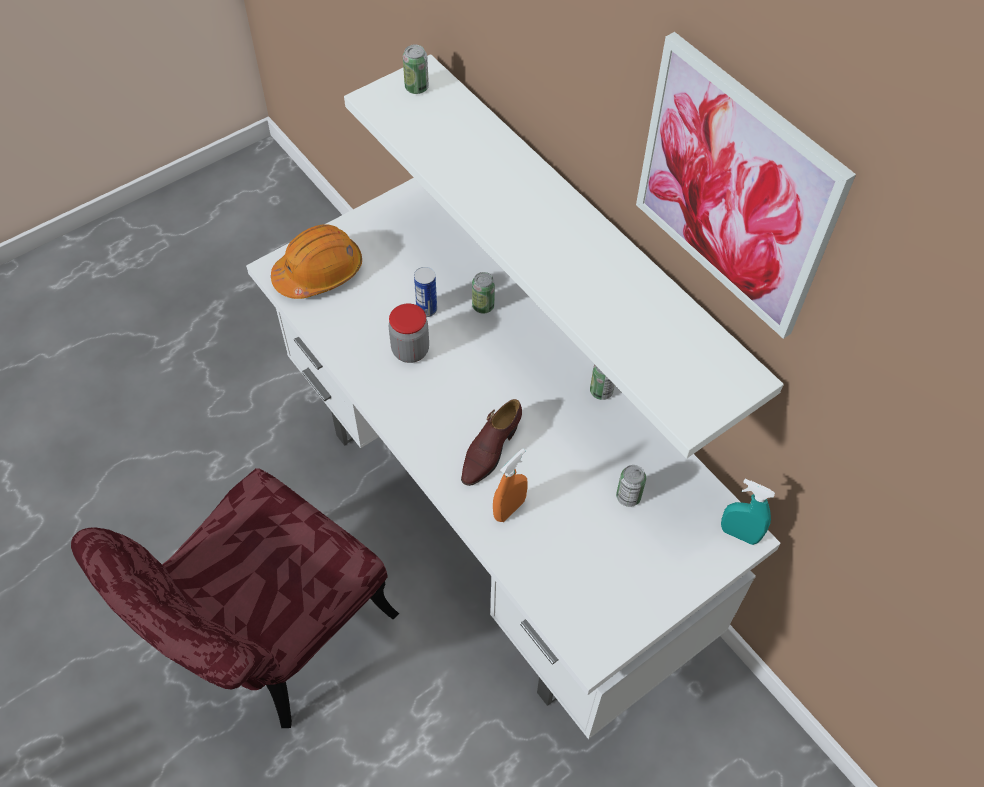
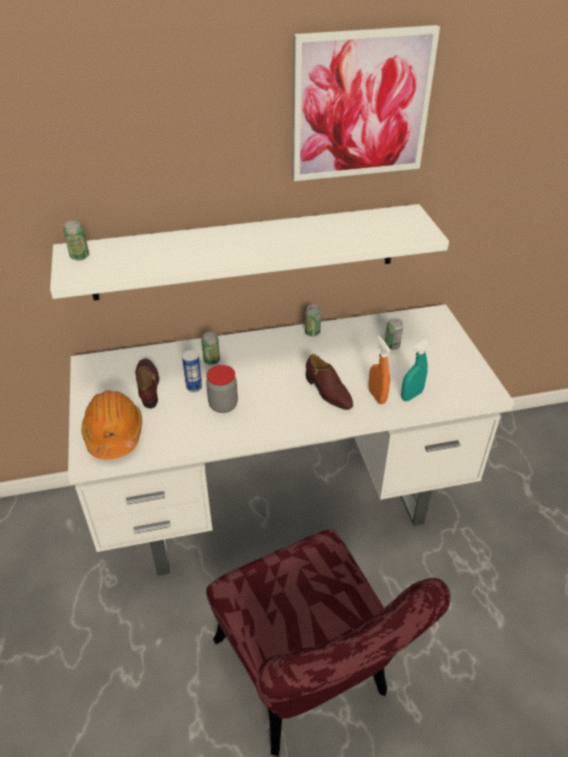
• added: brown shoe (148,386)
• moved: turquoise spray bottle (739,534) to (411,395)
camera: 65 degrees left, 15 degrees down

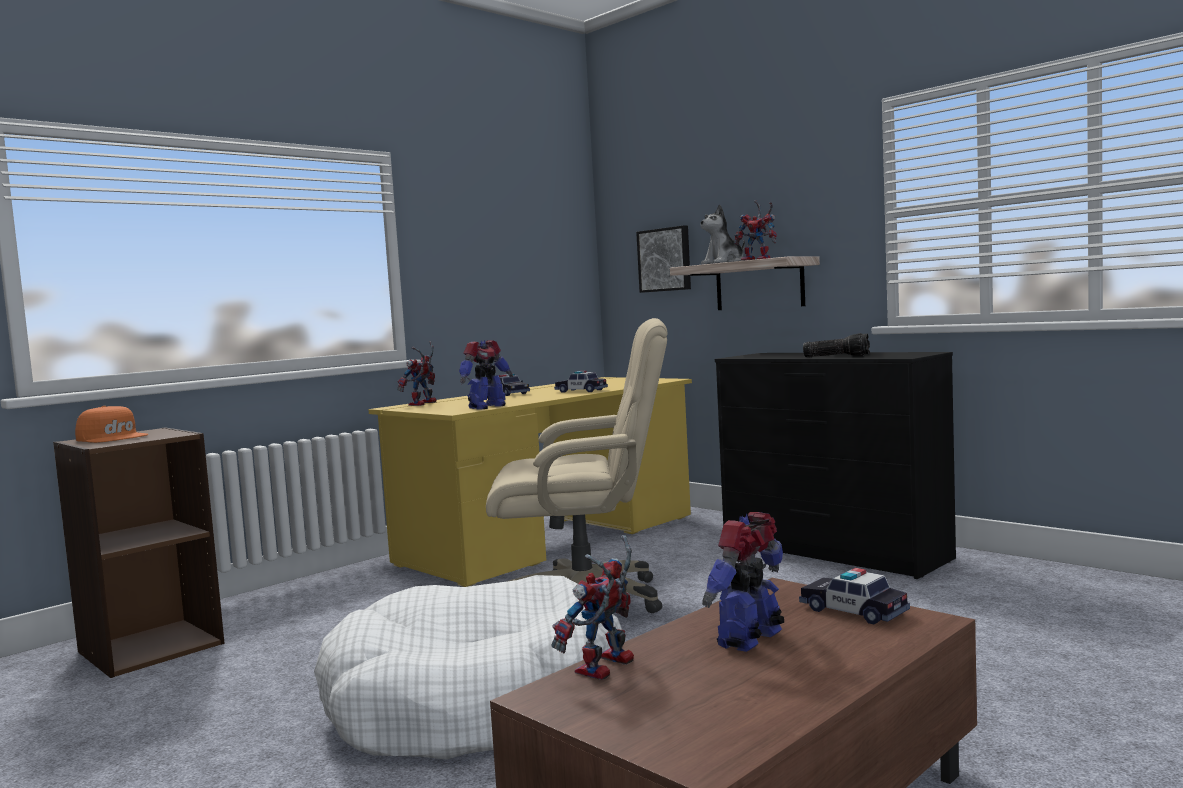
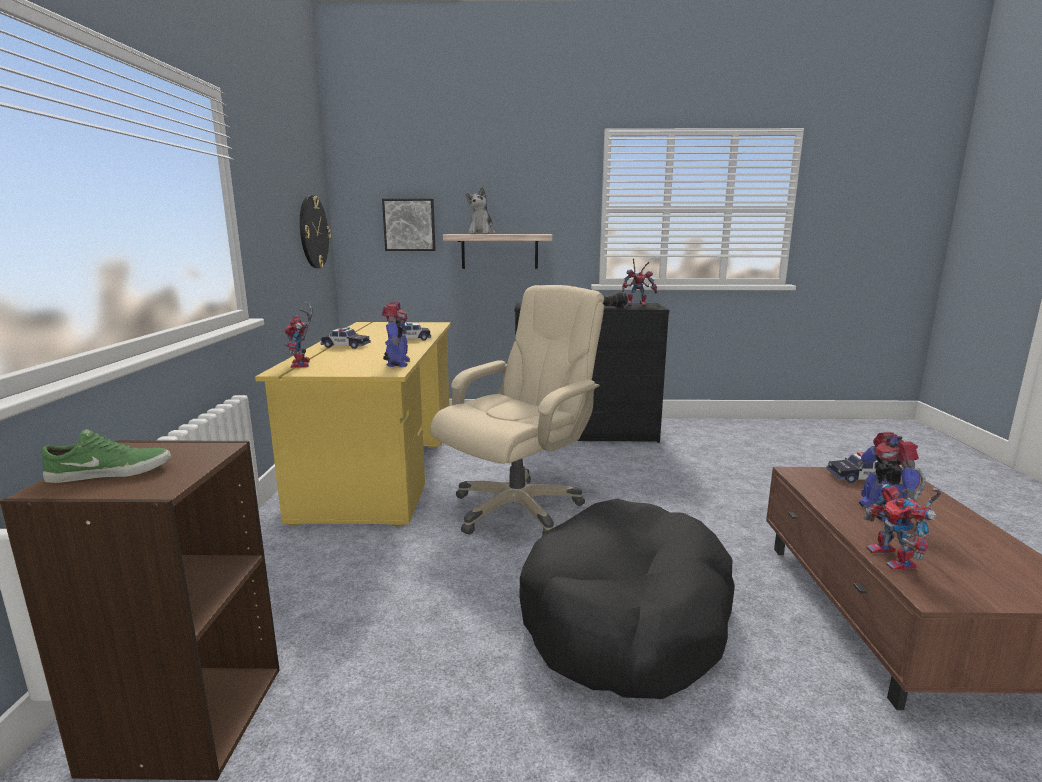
• added: wall clock (313,232)
• moved: toy robot (759,260) to (638,304)
• replaced: orange cap (113,437) to green shoe (111,472)
• recoloured: white dog bed (476,703) to black dog bed (626,618)
camera: 45 degrees left, 10 degrees up

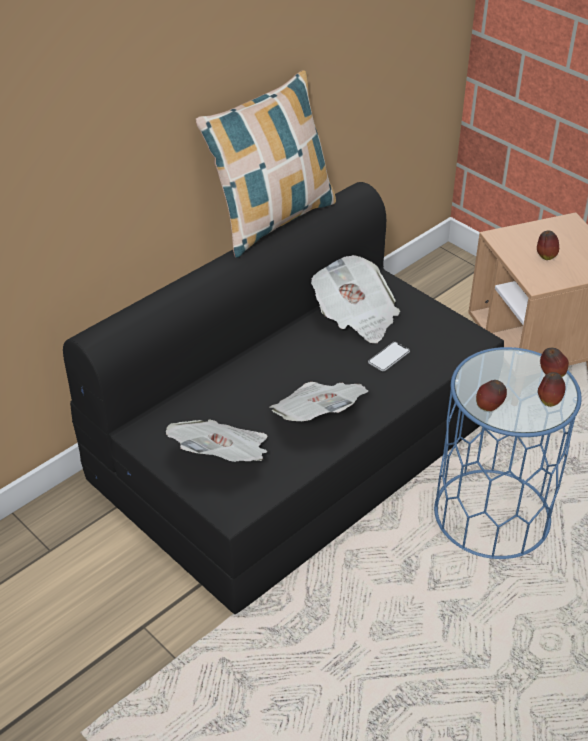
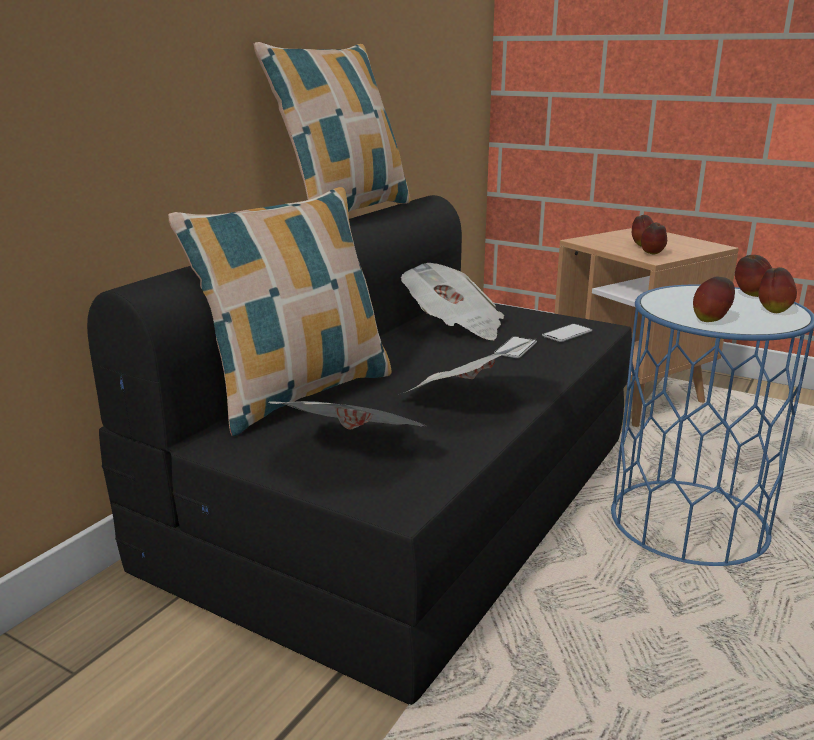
• added: pillow (298,394)
• added: phone (567,334)
• added: apple (652,254)
camera: 15 degrees left, 20 degrees down

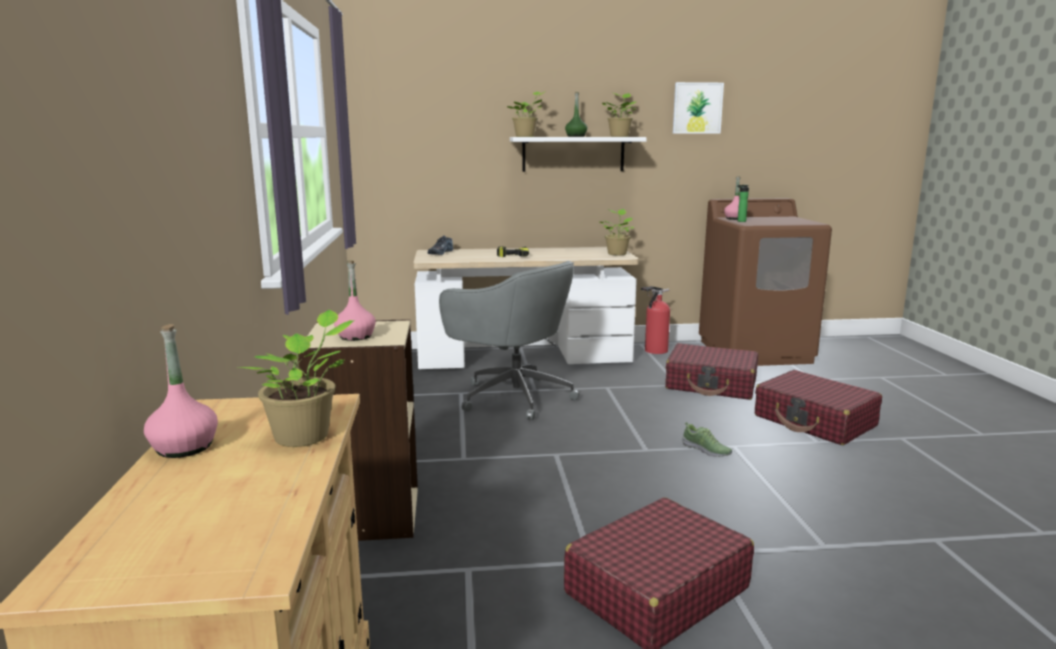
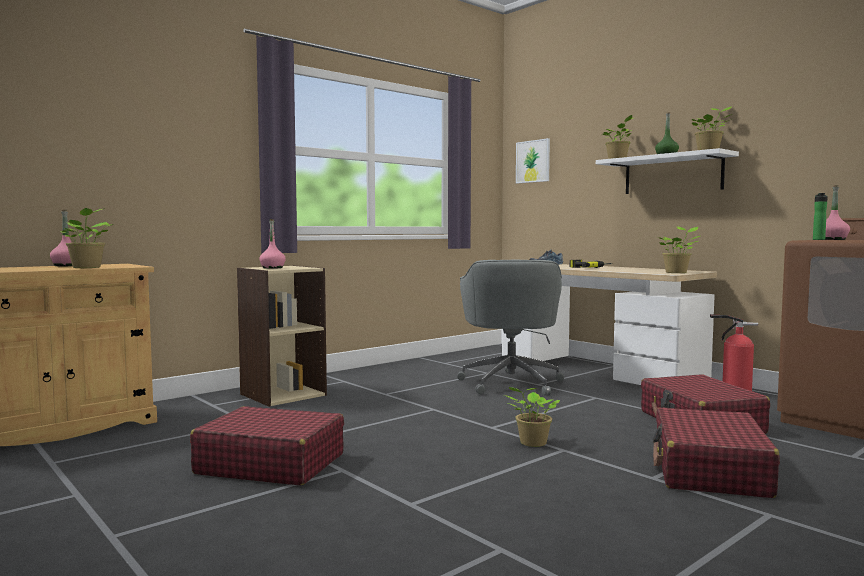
• moved: picture (697,108) to (533,161)
• replaced: shoe (706,450) to potted plant (531,443)
camera: 55 degrees right, 10 degrees down

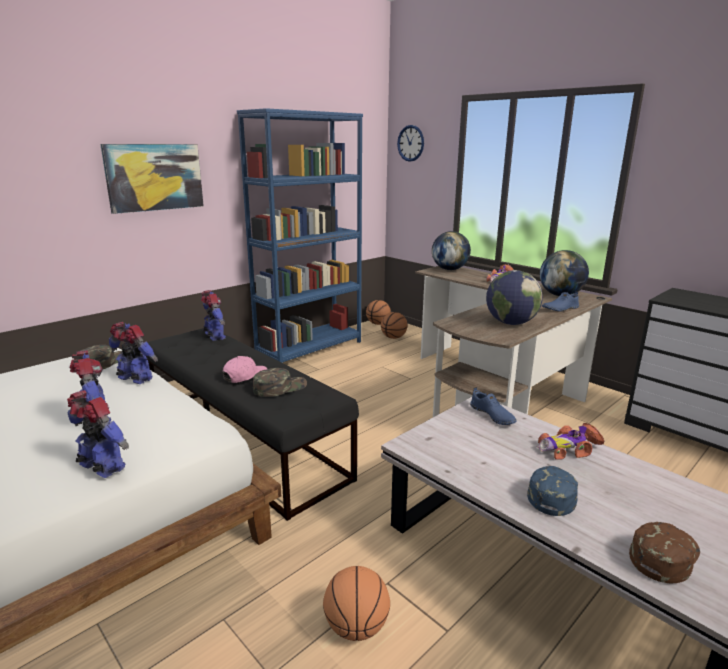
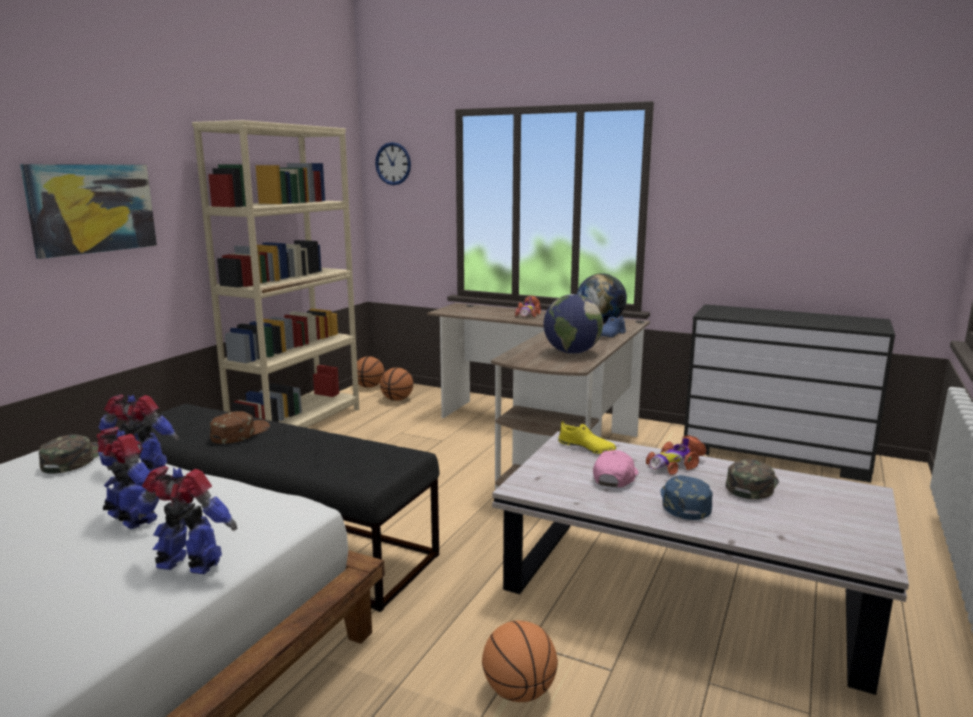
• removed: toy robot (214,336)
• removed: globe (449,269)
• moved: pink cap (245,376) to (615,477)
• moved: green cap (280,387) to (751,485)
• moved: brown cap (663,554) to (239,433)
• recoloured: blue bookcase (310,349) to beige bookcase (297,425)
• recoloured: blue shoe (492,415) to yellow shoe (586,448)
camera: 20 degrees left, 5 degrees down

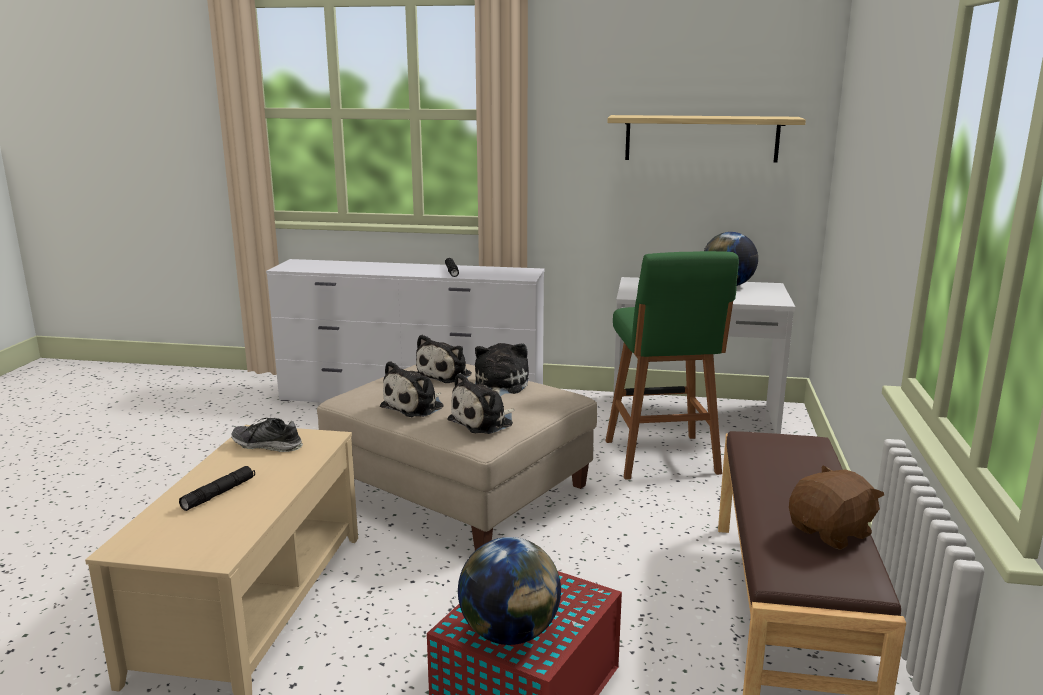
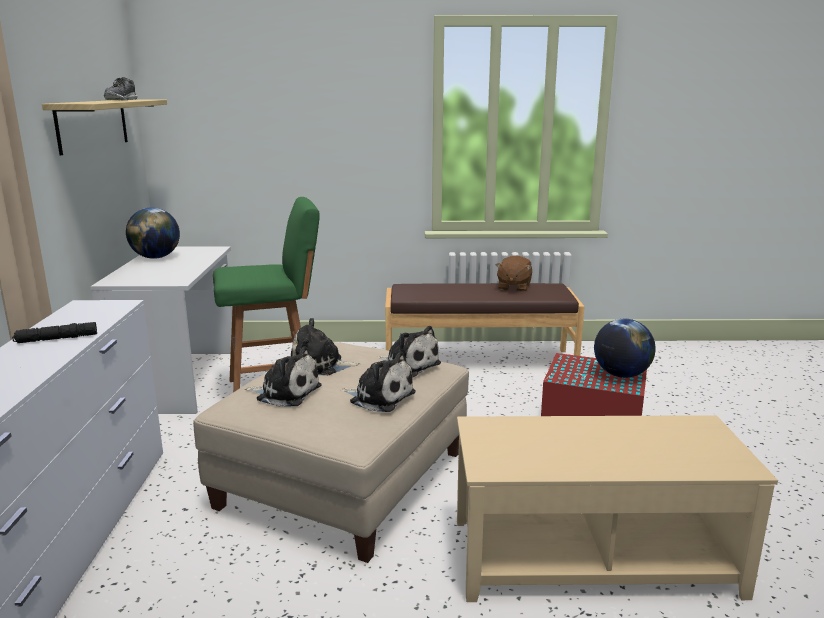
• removed: black flashlight (219,494)
• moved: shoe (267,445) to (121,100)
• turned: brown plush toy (831,532) = (513,287) 120 degrees counterclockwise
camera: 100 degrees left, 0 degrees up

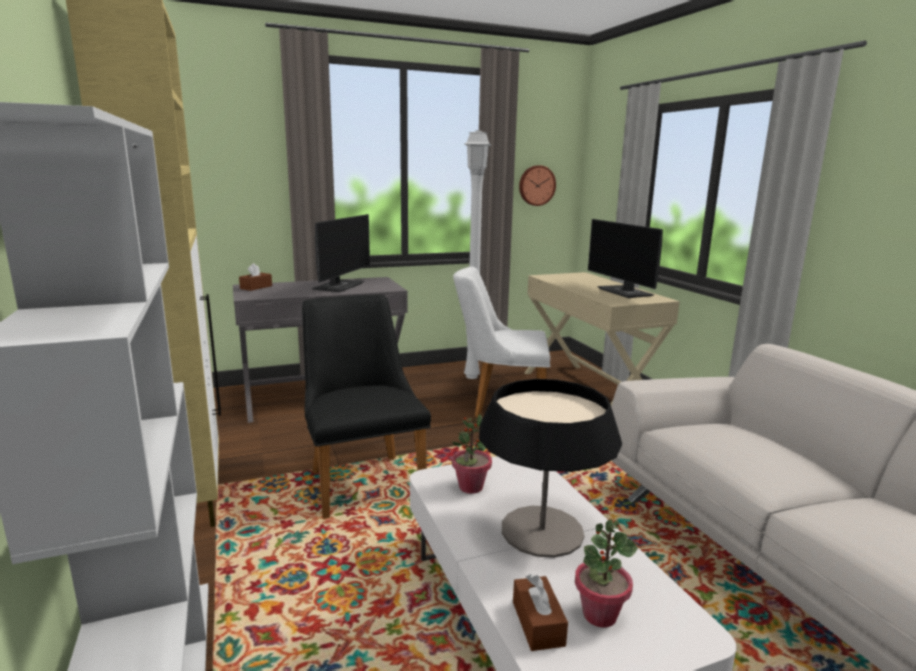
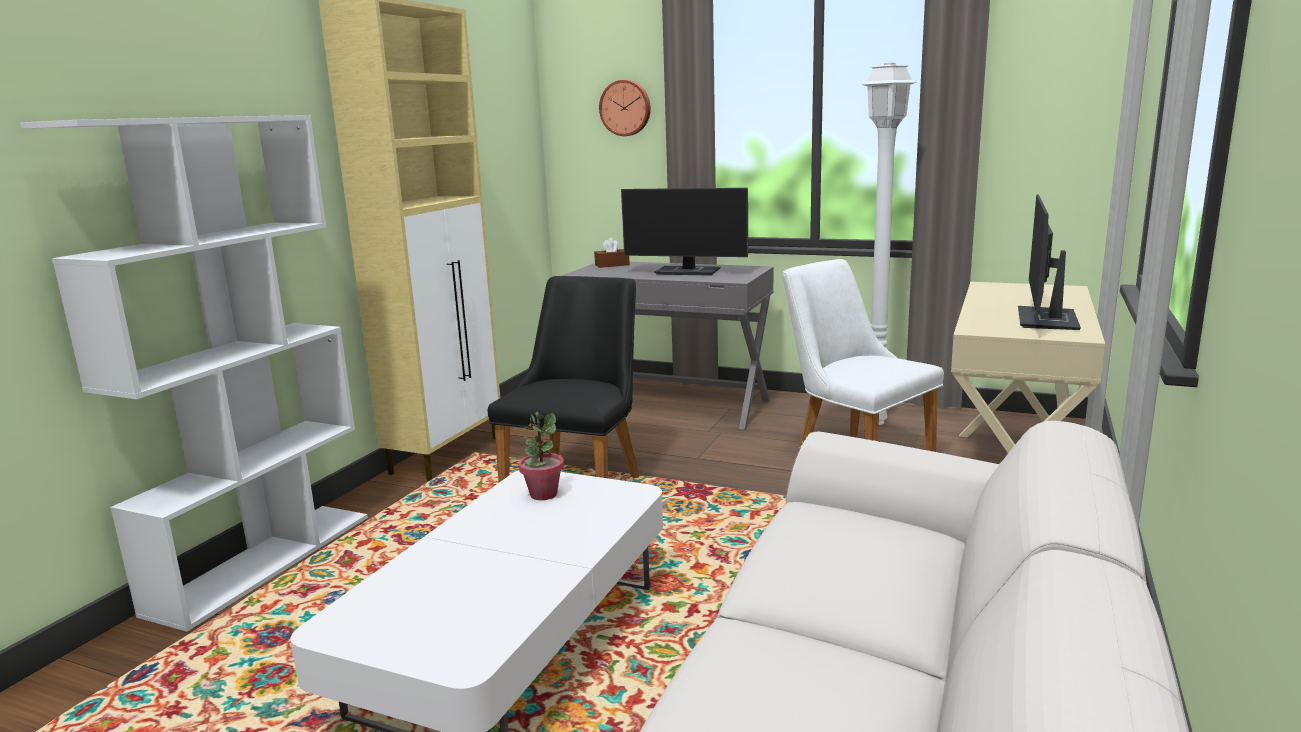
• removed: table lamp (542,531)
• removed: brown tissue box (538,623)
• removed: potted plant (599,614)
• moved: wall clock (536,185) to (626,108)
• turned: monitor (339,286) = (689,271) 45 degrees clockwise
camera: 45 degrees right, 0 degrees up

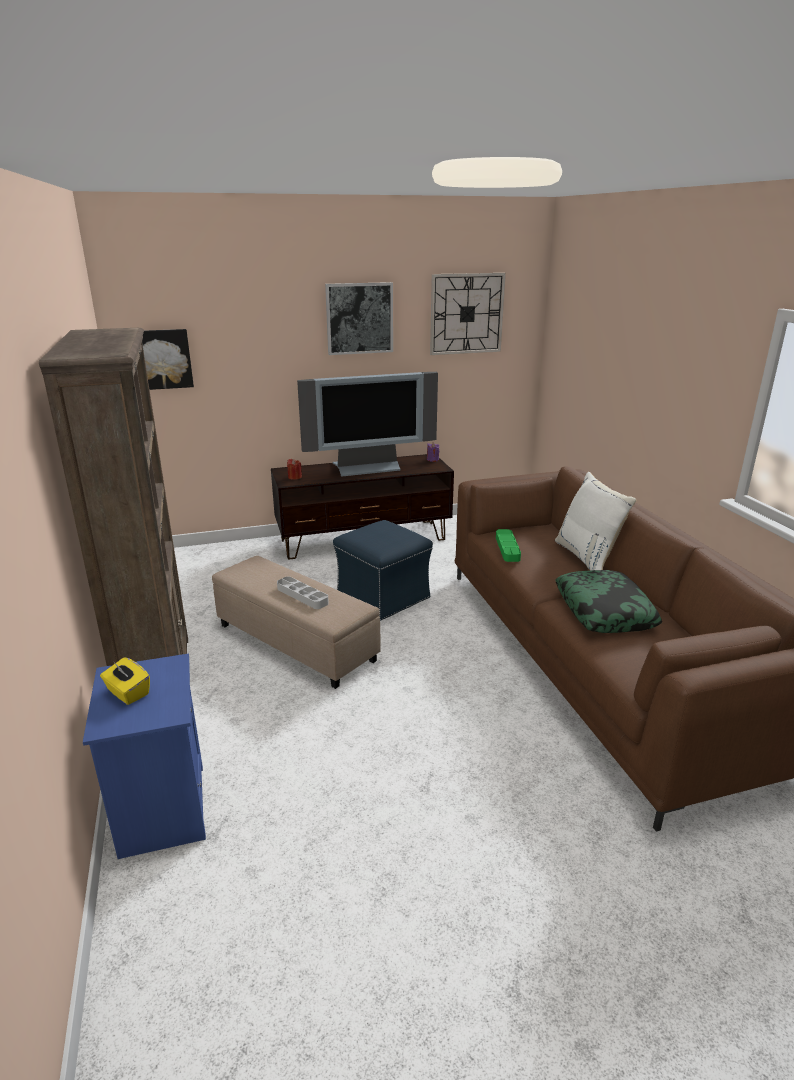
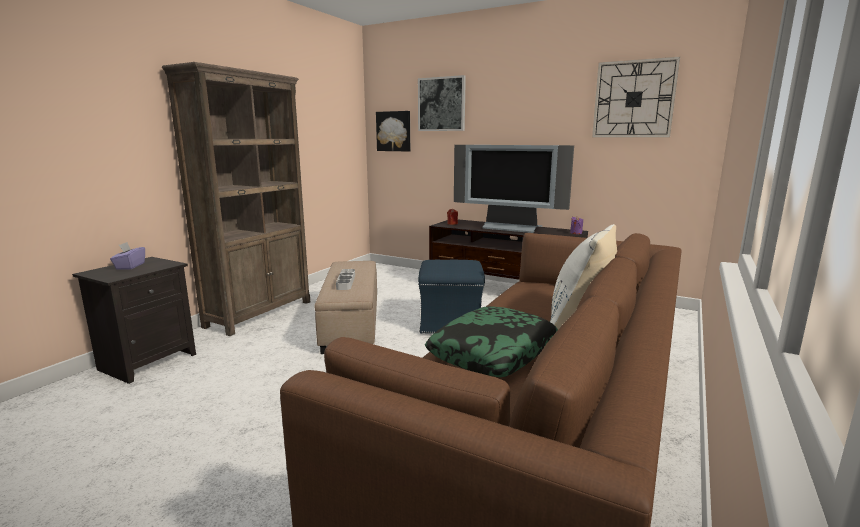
• removed: green tray (507,548)
• moved: picture (359,318) to (441,104)
• recoloured: blue nightstand (161,808) to black nightstand (148,361)
• recoloured: yellow tissue box (127,693) to purple tissue box (130,266)
camera: 45 degrees right, 10 degrees down

